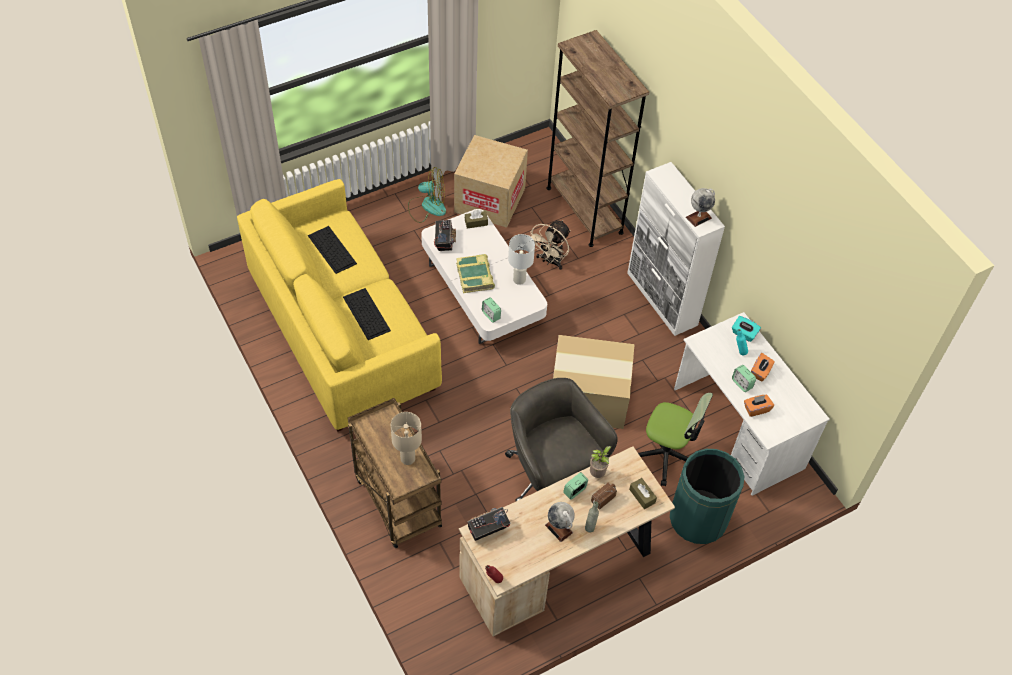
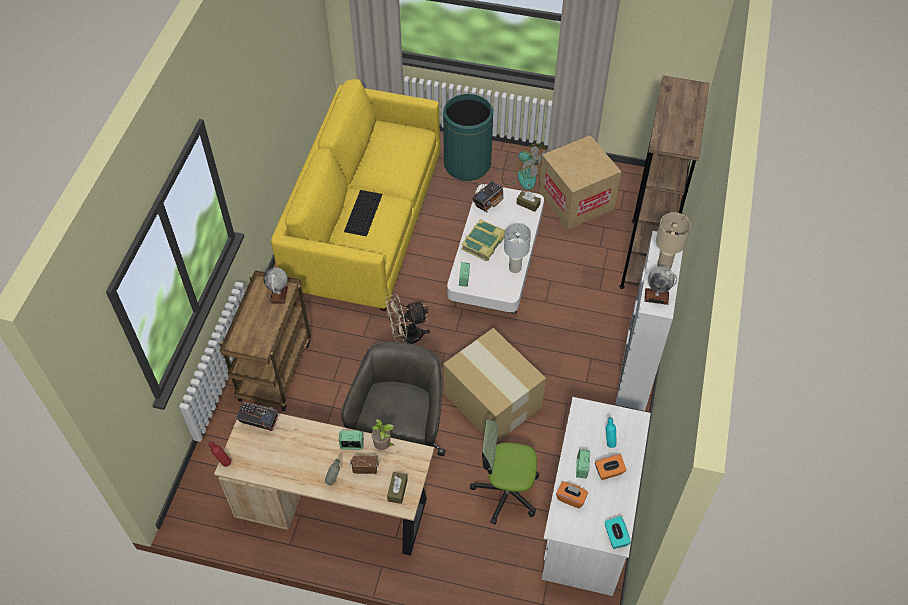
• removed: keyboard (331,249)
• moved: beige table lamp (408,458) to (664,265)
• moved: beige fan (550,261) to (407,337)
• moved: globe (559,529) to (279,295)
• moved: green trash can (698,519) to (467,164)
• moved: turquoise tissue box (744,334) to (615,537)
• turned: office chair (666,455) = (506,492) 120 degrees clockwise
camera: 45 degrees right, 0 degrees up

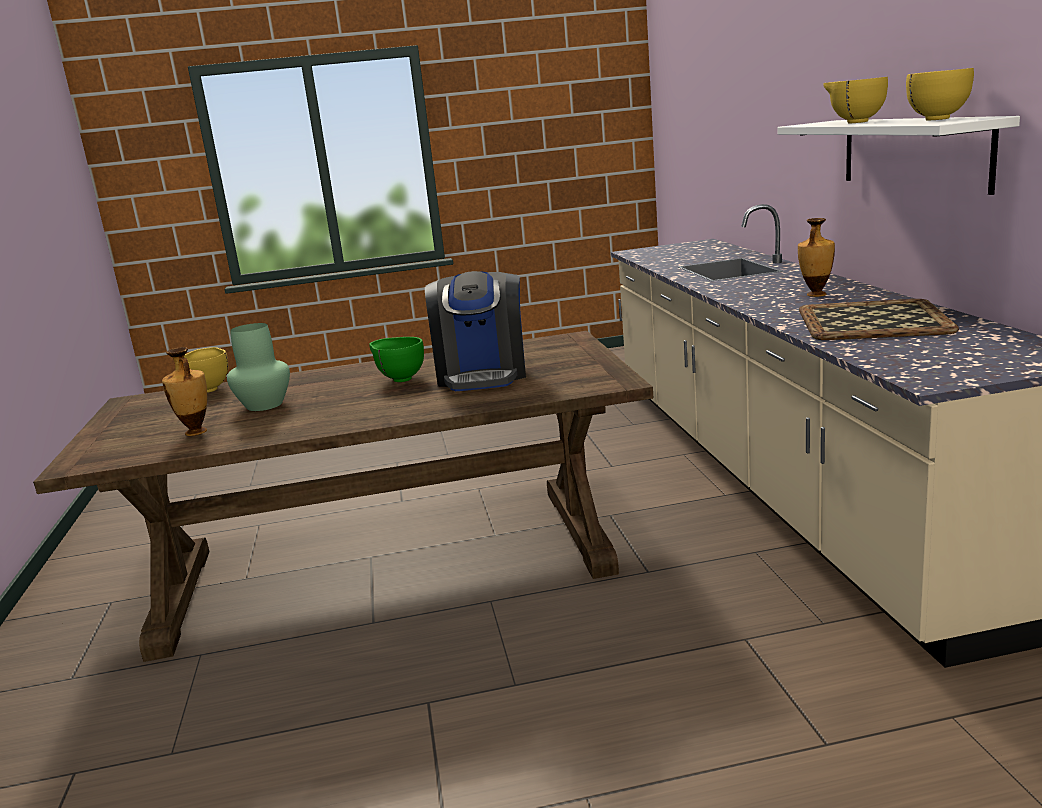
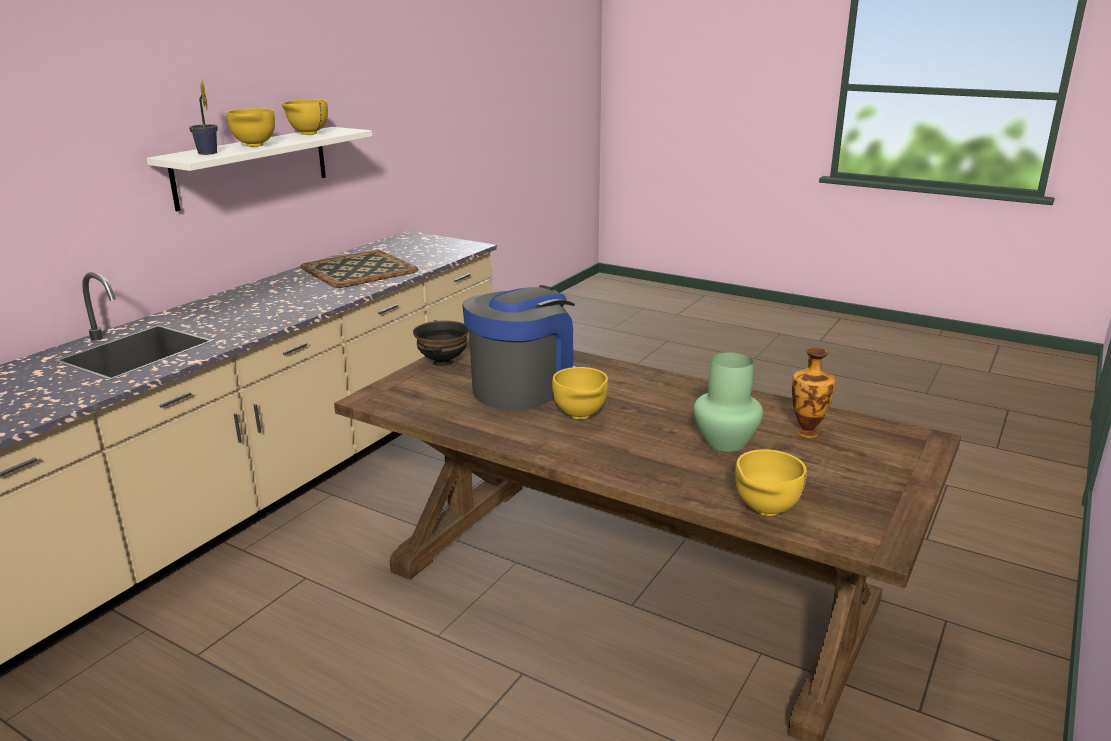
• removed: vase (815,295)
• added: potted plant (207,153)
• added: black bowl (443,362)
• recoloured: green bowl (400,379) to yellow bowl (580,417)
camera: 140 degrees left, 5 degrees up

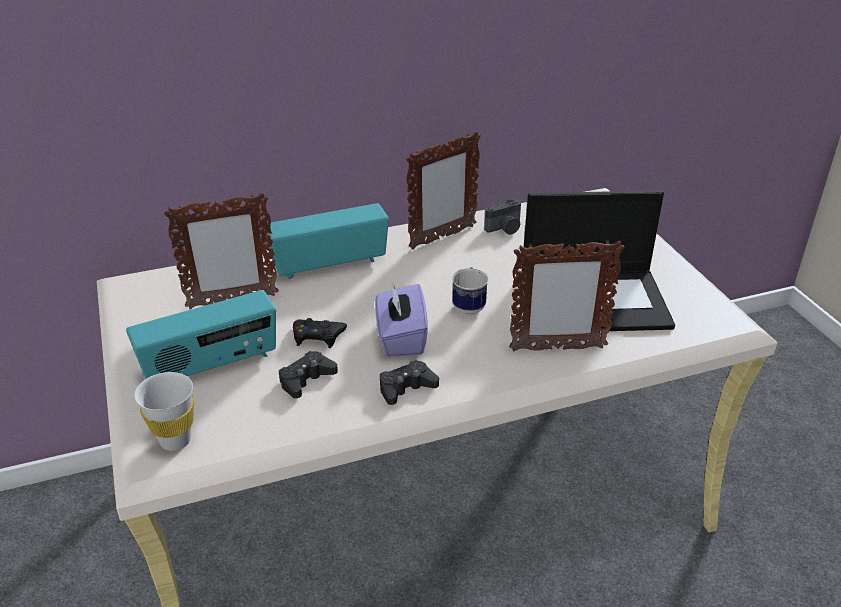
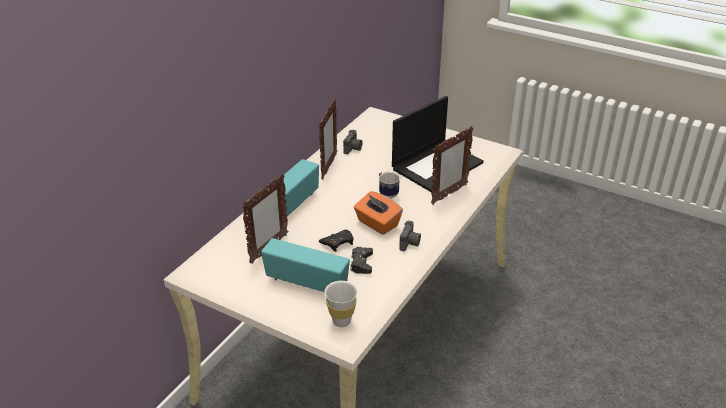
• replaced: black game controller (406,388) to photo camera (410,243)
• recoloured: purple tissue box (401,338) to orange tissue box (377,223)
• turned: radio (211,366) = (307,283) 90 degrees counterclockwise
camera: 40 degrees left, 0 degrees up

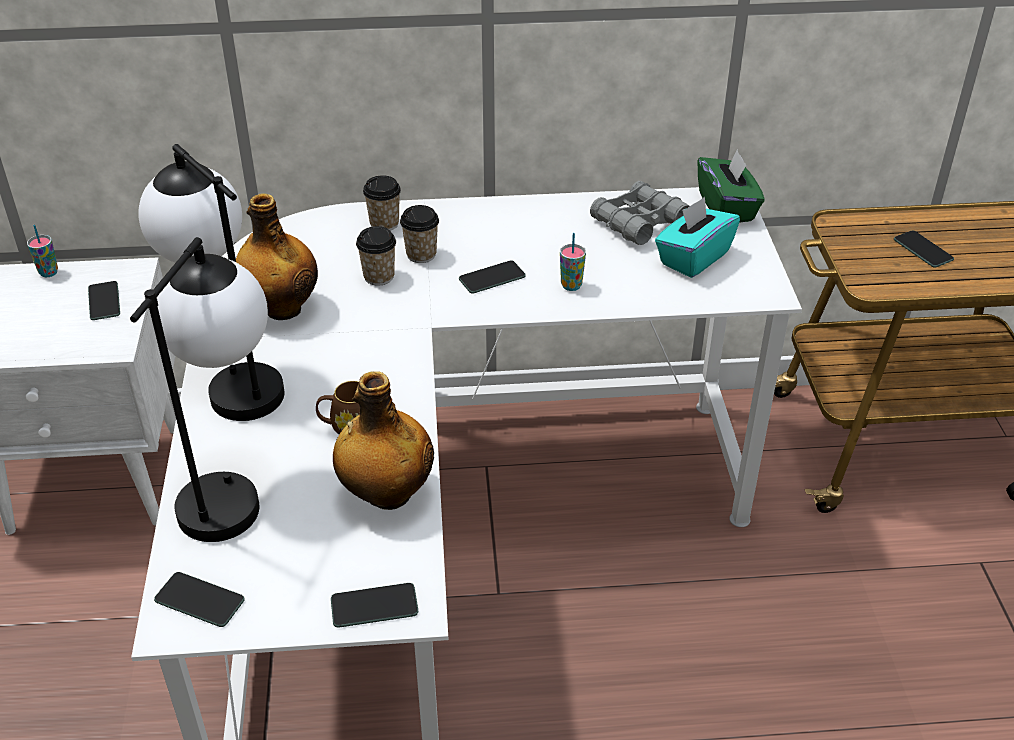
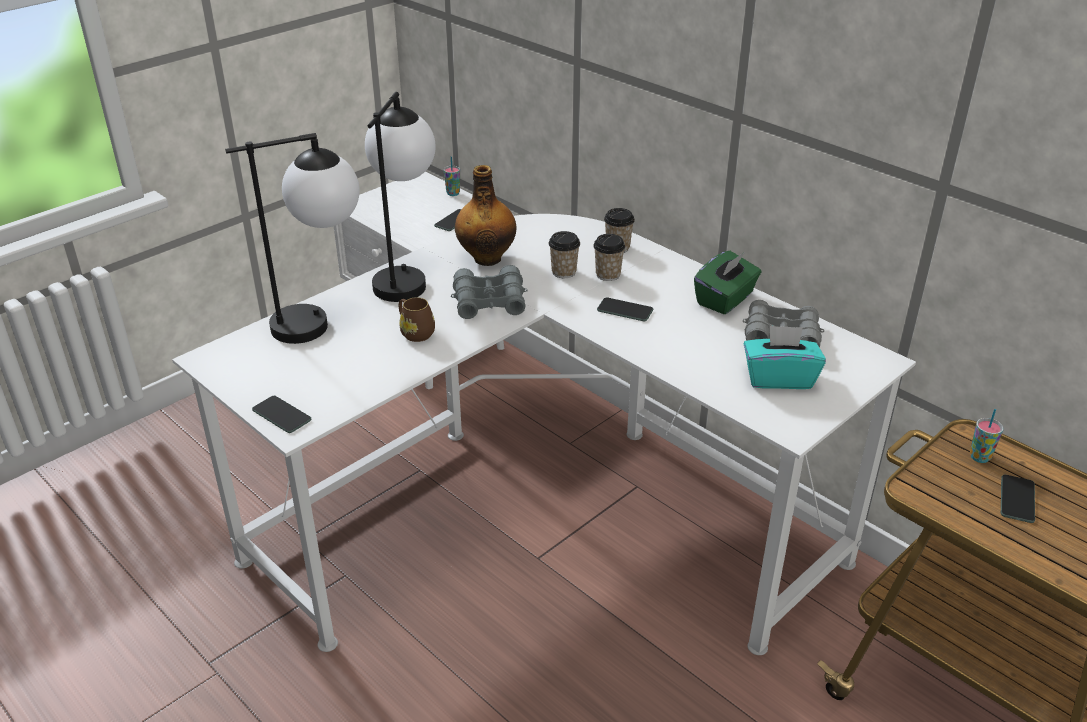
• removed: phone (199,600)
• removed: bottle (386,494)
• added: grey binoculars (489,302)
• moved: cup (571,286) to (979,457)
• moved: green tissue box (727,208) to (725,299)
camera: 50 degrees right, 5 degrees down

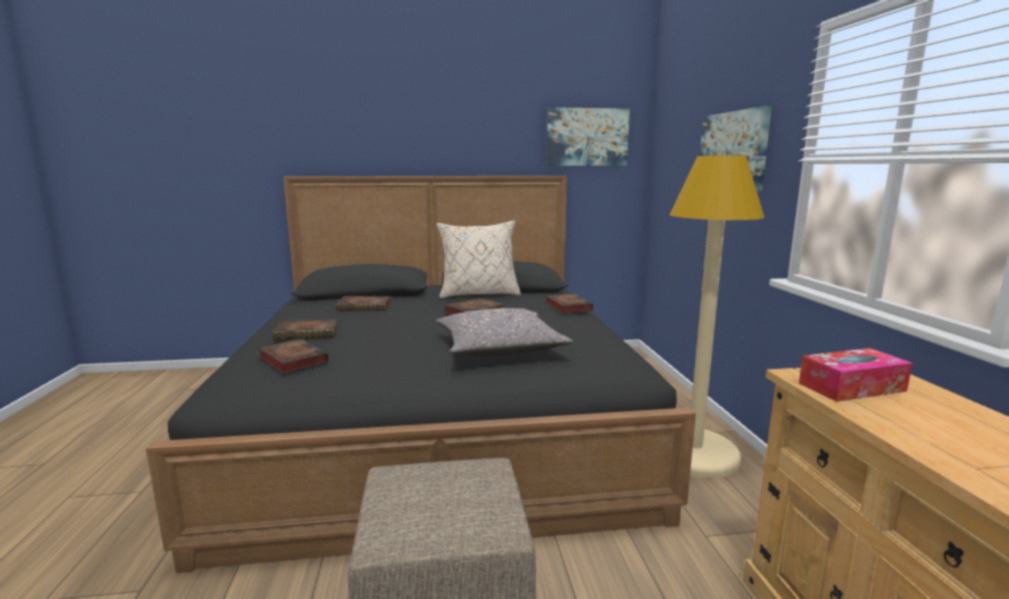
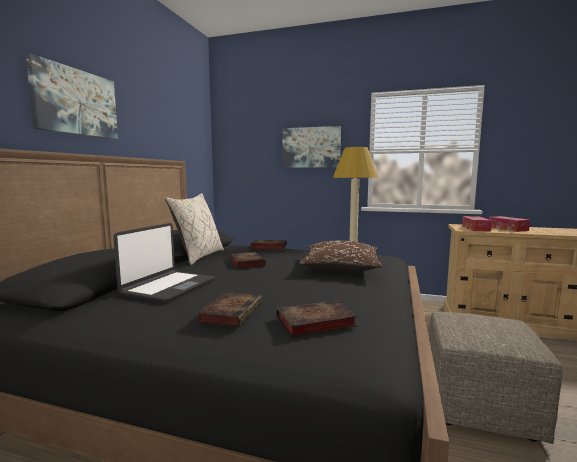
• added: tissue box (507,228)
• moved: picture (587,137) to (76,102)
• replaced: book (366,307) to laptop (169,287)
• recoloured: grey pillow (499,349) to brown pillow (340,268)
camera: 65 degrees left, 5 degrees down

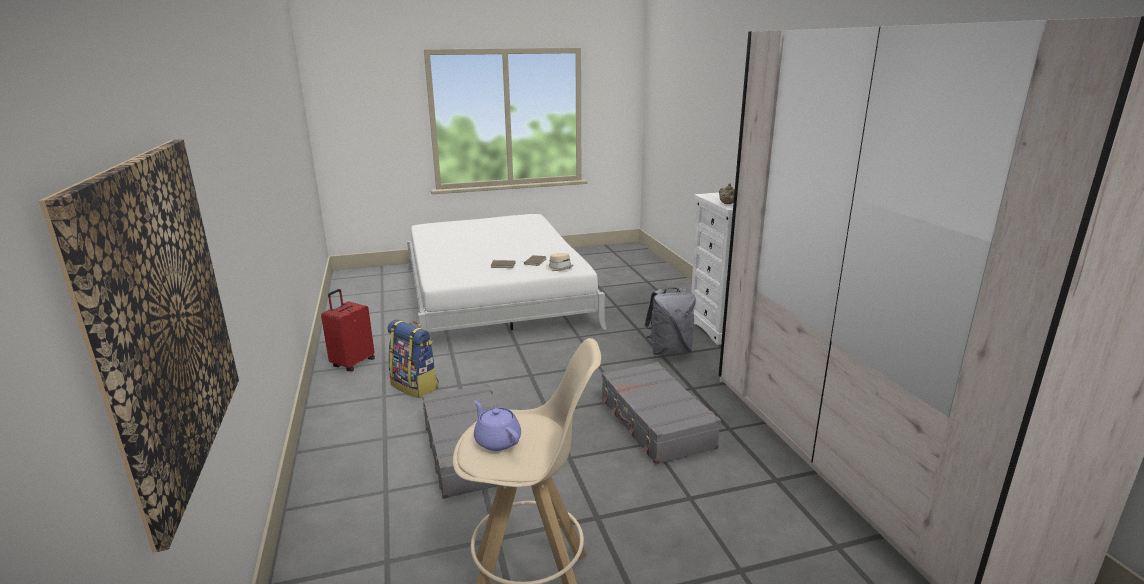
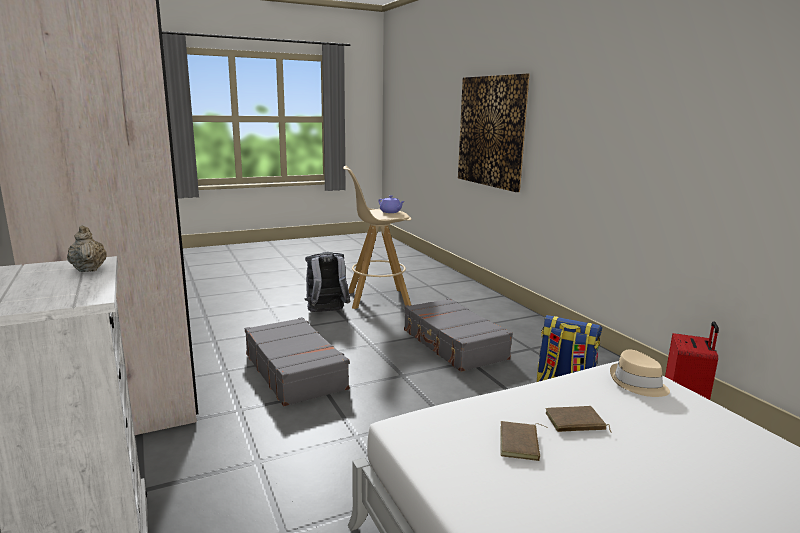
• moved: beige hat (559,268) to (637,384)
• moved: grey backpack (669,351) to (326,312)
camera: 170 degrees right, 5 degrees down

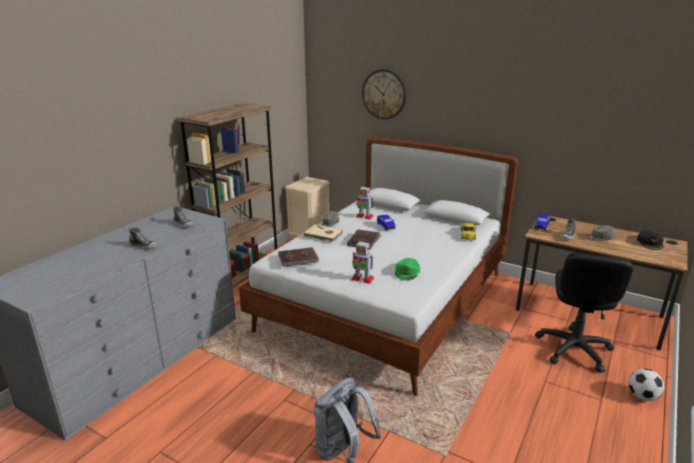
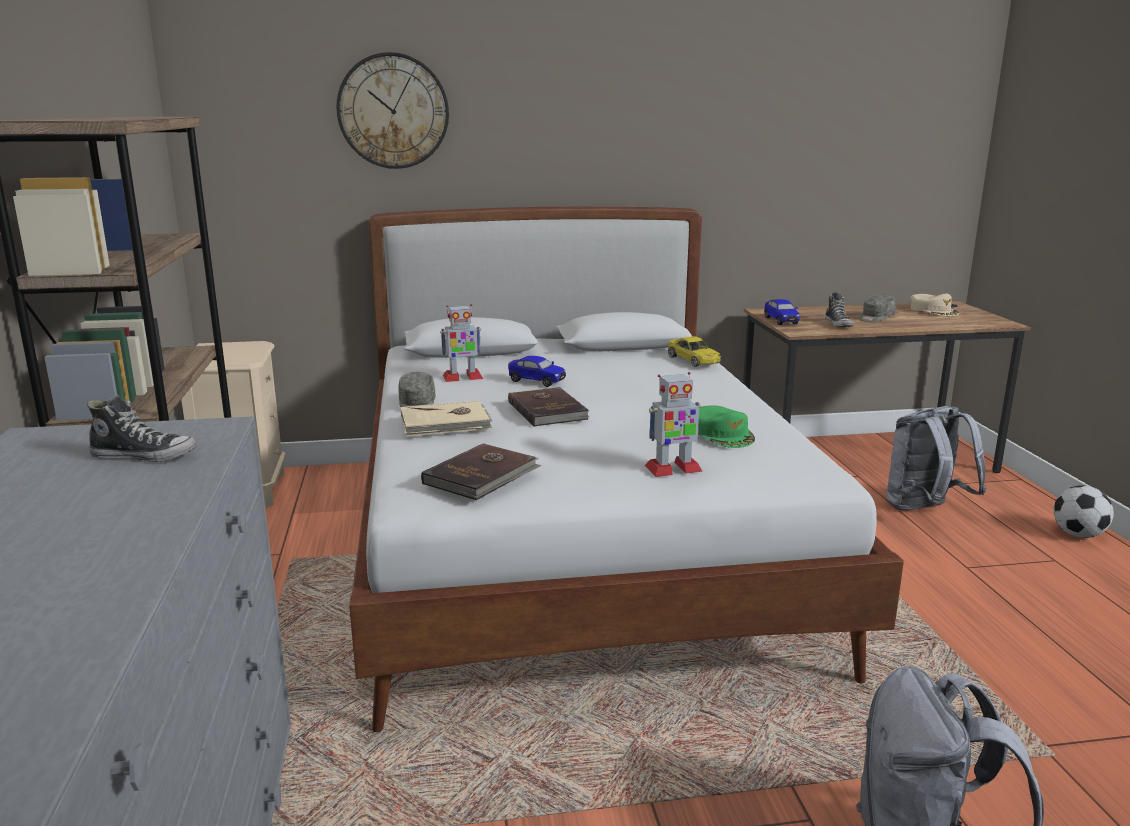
• removed: shoe (144,246)
• replaced: black office chair (573,349) to grey backpack (924,510)
• recoloured: black cap (650,243) to beige cap (933,310)
camera: 40 degrees left, 5 degrees down

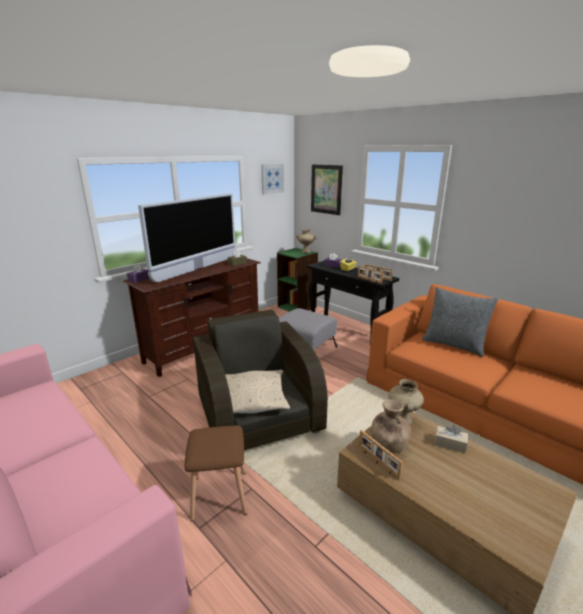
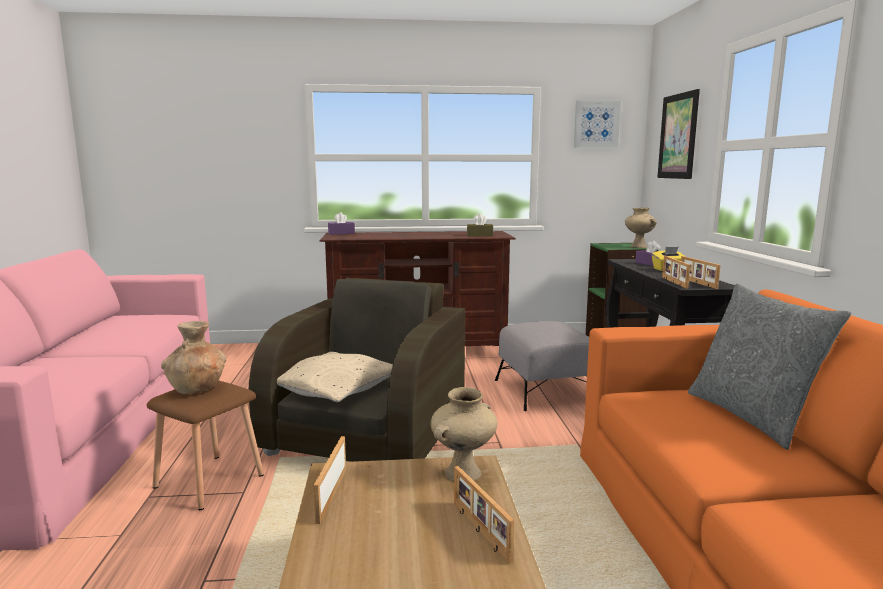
• removed: television (197,269)
• moved: brown vase (388,444) to (197,388)
• replaced: beige tissue box (450,444) to picture frame (479,531)
camera: 40 degrees right, 10 degrees down

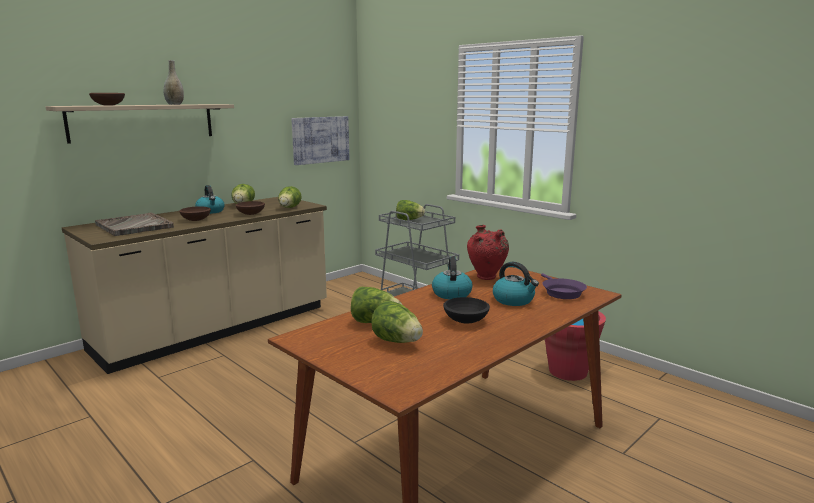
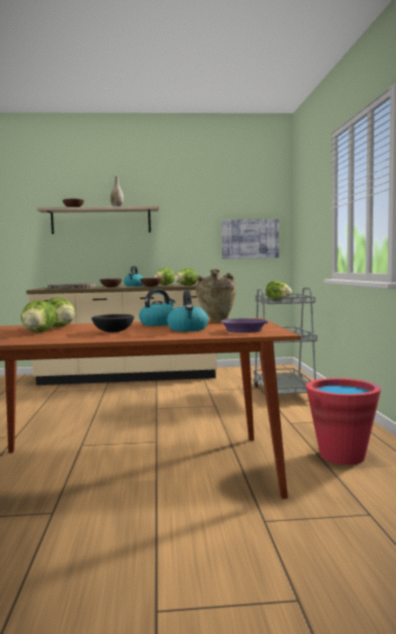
• recoloured: red vase (486,278) to beige vase (216,321)
camera: 40 degrees right, 10 degrees down

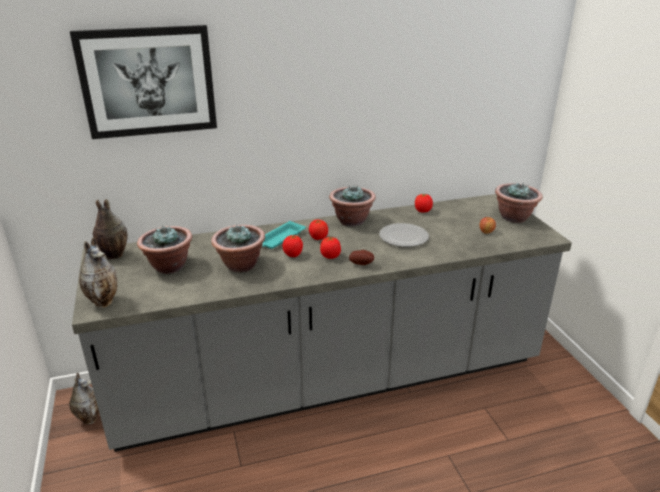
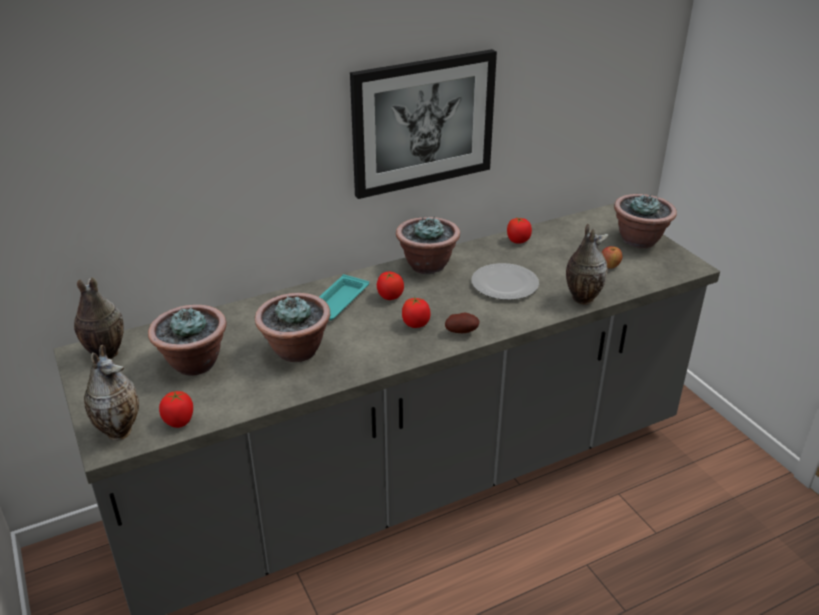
• moved: vase (89,418) to (581,298)
• moved: picture (148,82) to (423,123)
• moved: tomato (293,254) to (179,421)
camera: 10 degrees left, 5 degrees up

